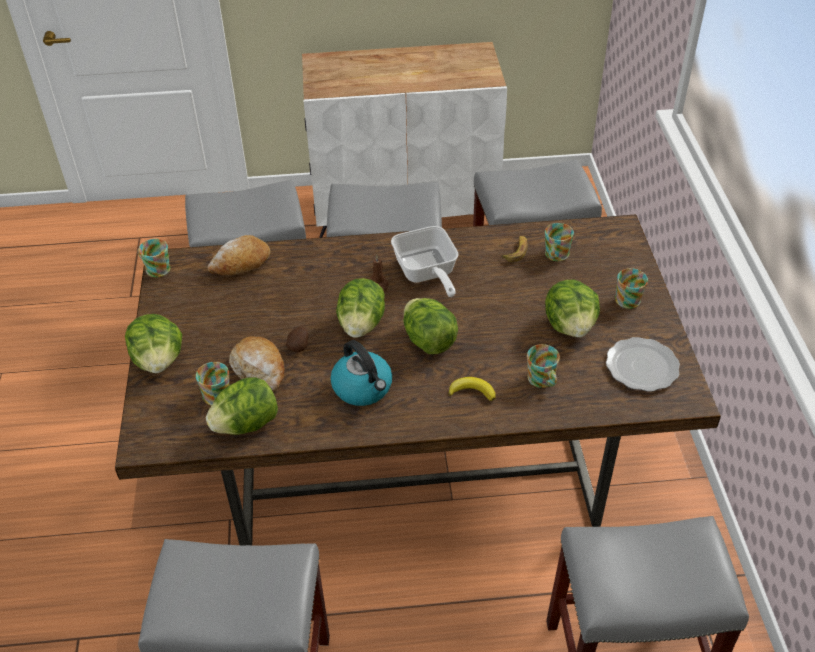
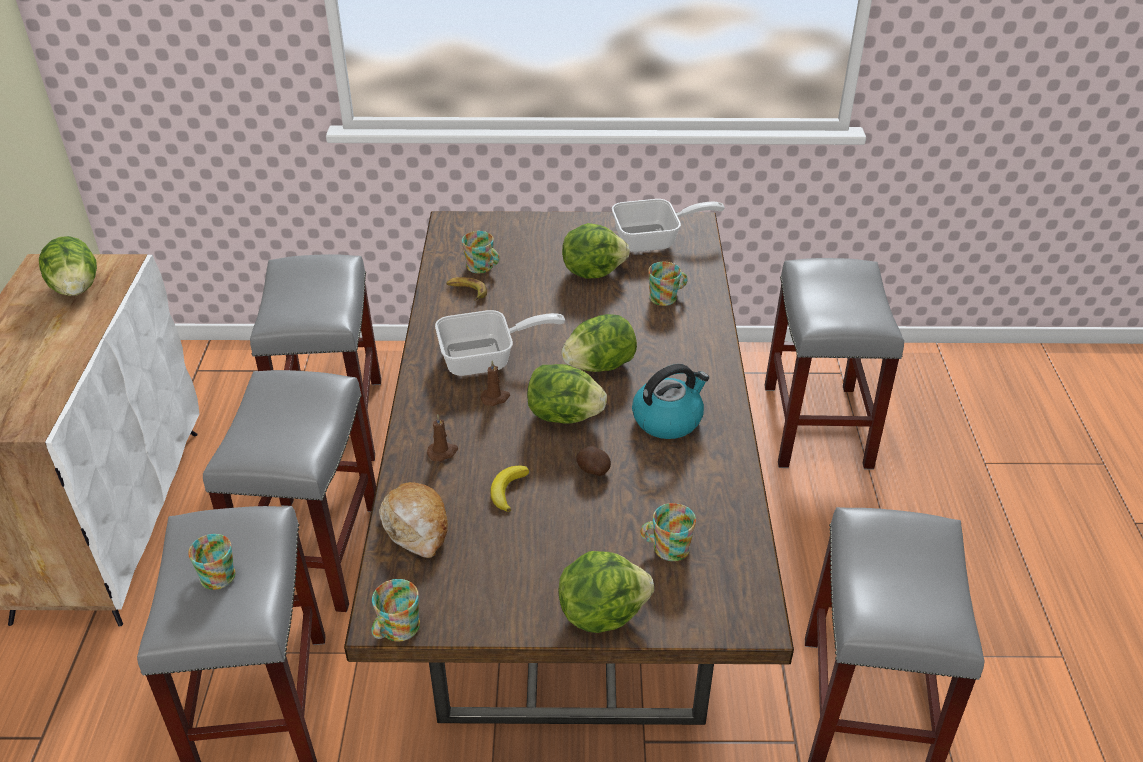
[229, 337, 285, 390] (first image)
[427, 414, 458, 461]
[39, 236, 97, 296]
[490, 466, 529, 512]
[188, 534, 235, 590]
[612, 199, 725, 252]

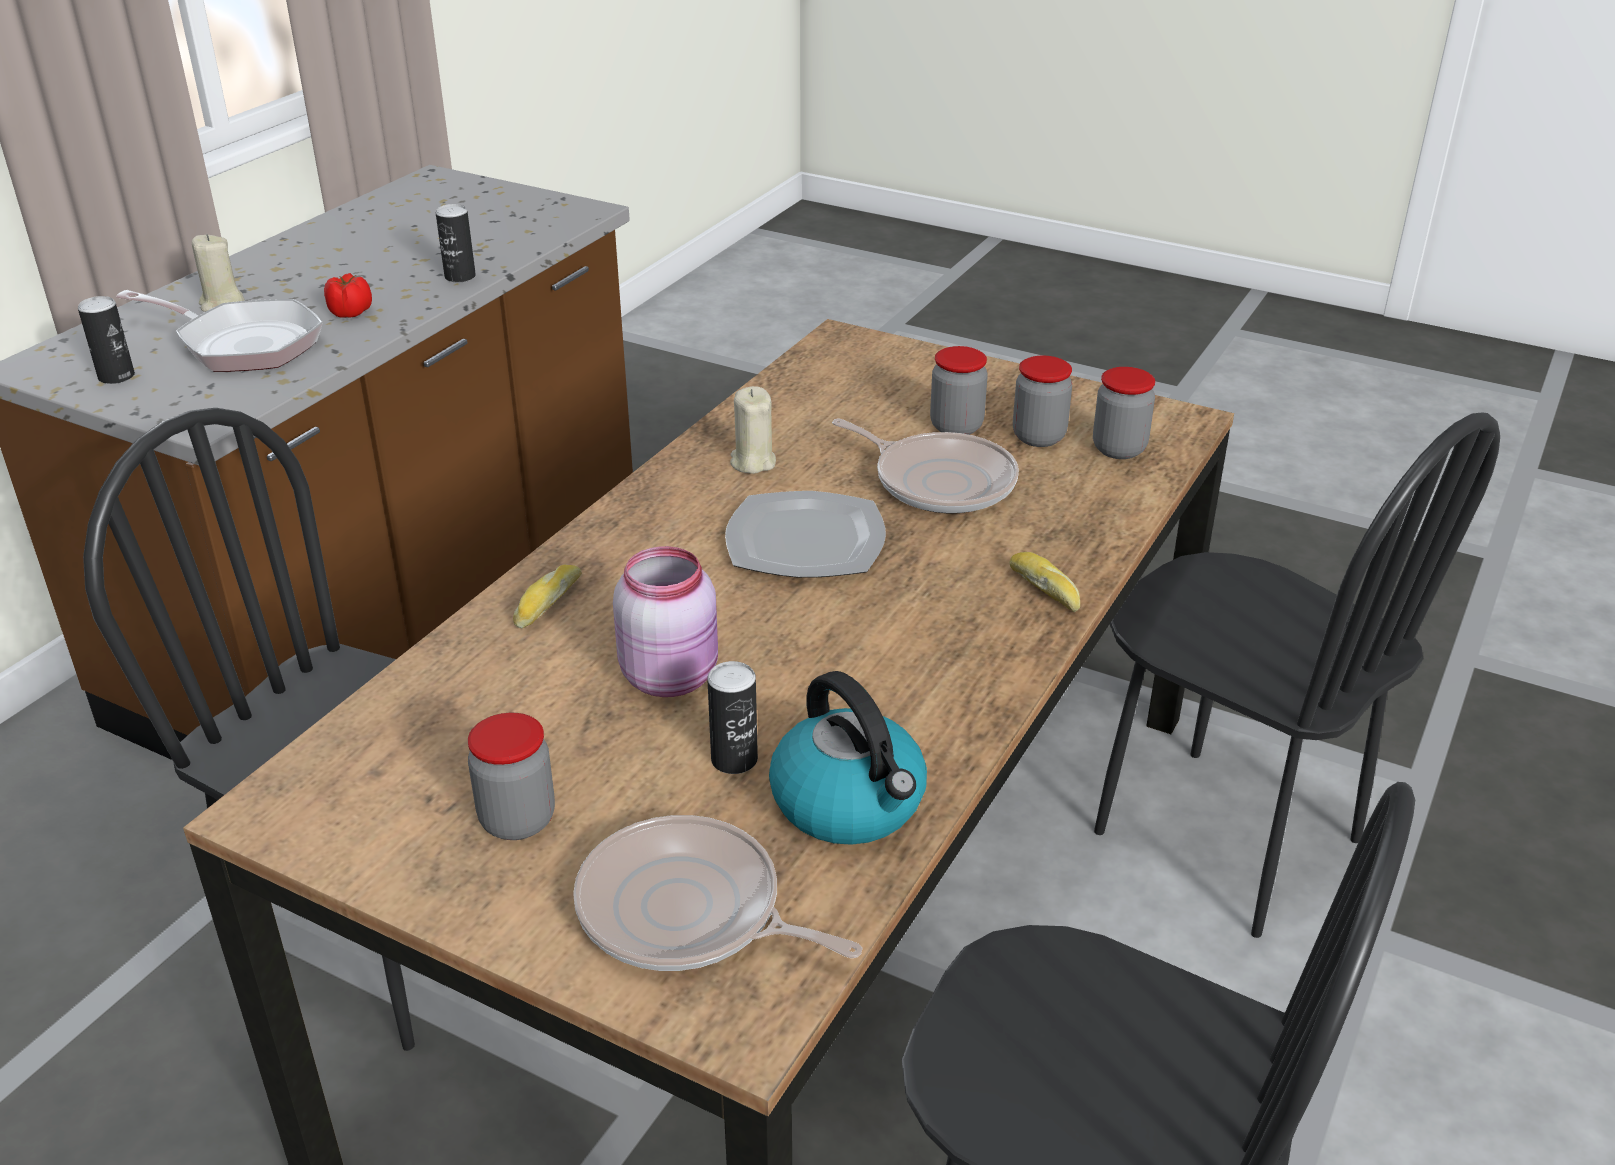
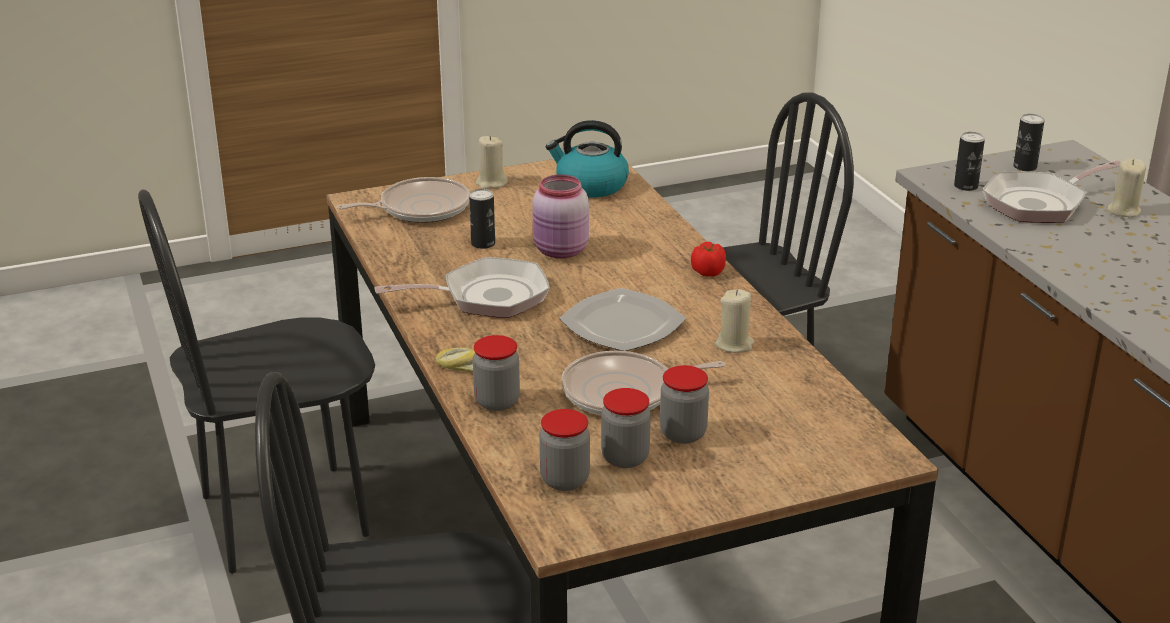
[513, 564, 582, 628] (first image)
[374, 257, 550, 318]
[476, 136, 508, 189]
[691, 242, 726, 276]
[954, 132, 985, 191]
[473, 335, 520, 411]
[546, 120, 629, 198]

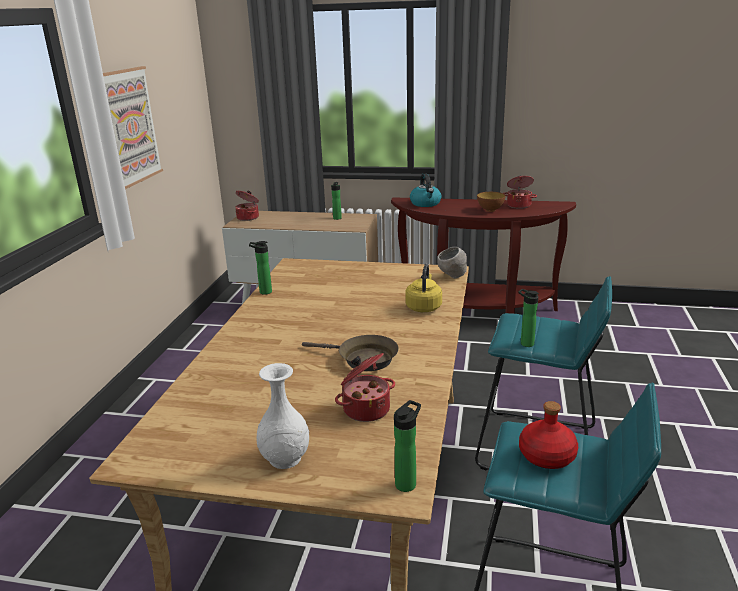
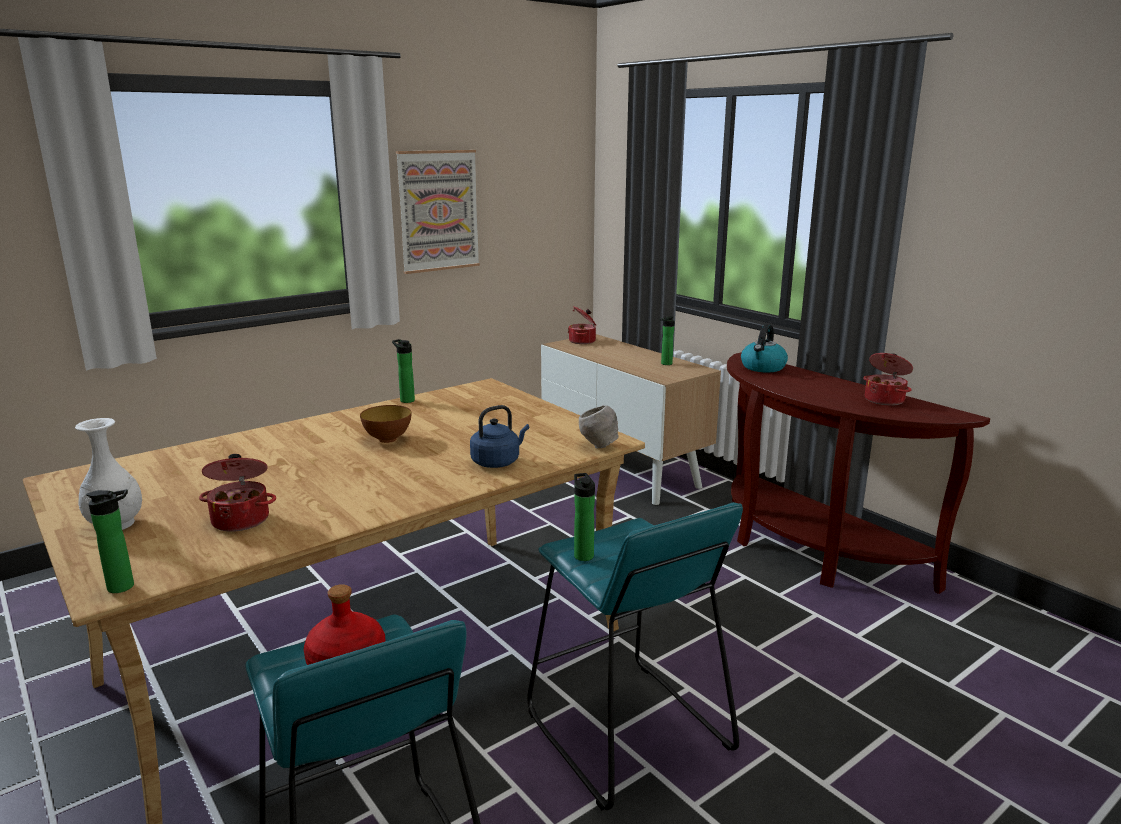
[302, 335, 399, 371] (first image)
[360, 405, 411, 443]
[470, 405, 529, 468]

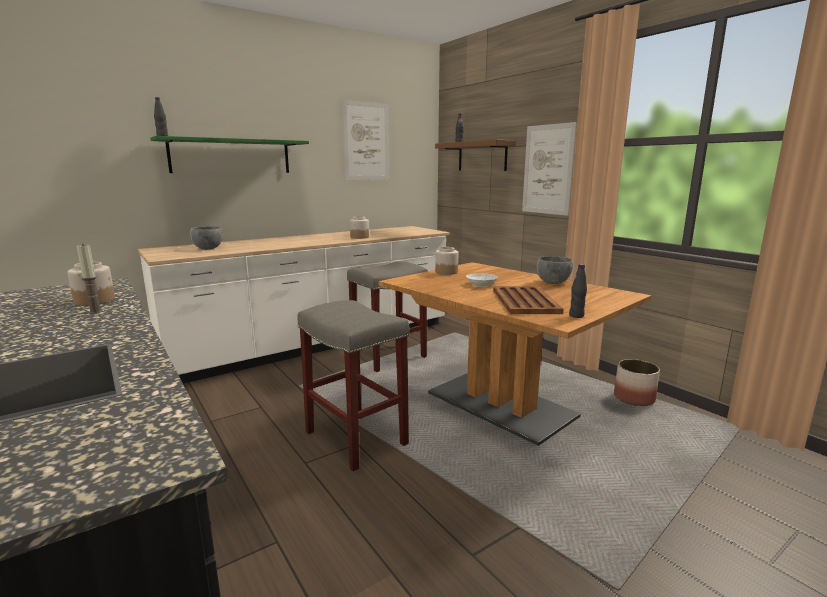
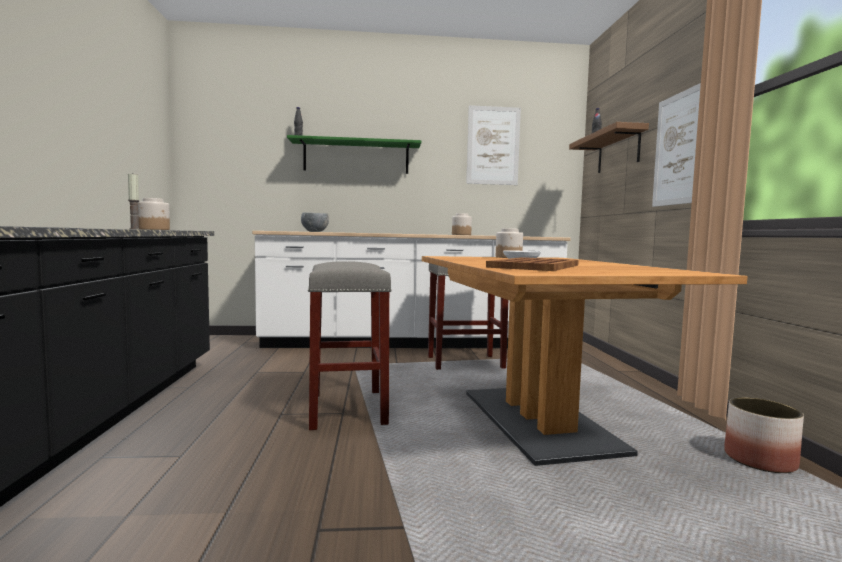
[536, 256, 573, 284] (first image)
[569, 264, 587, 318] (first image)

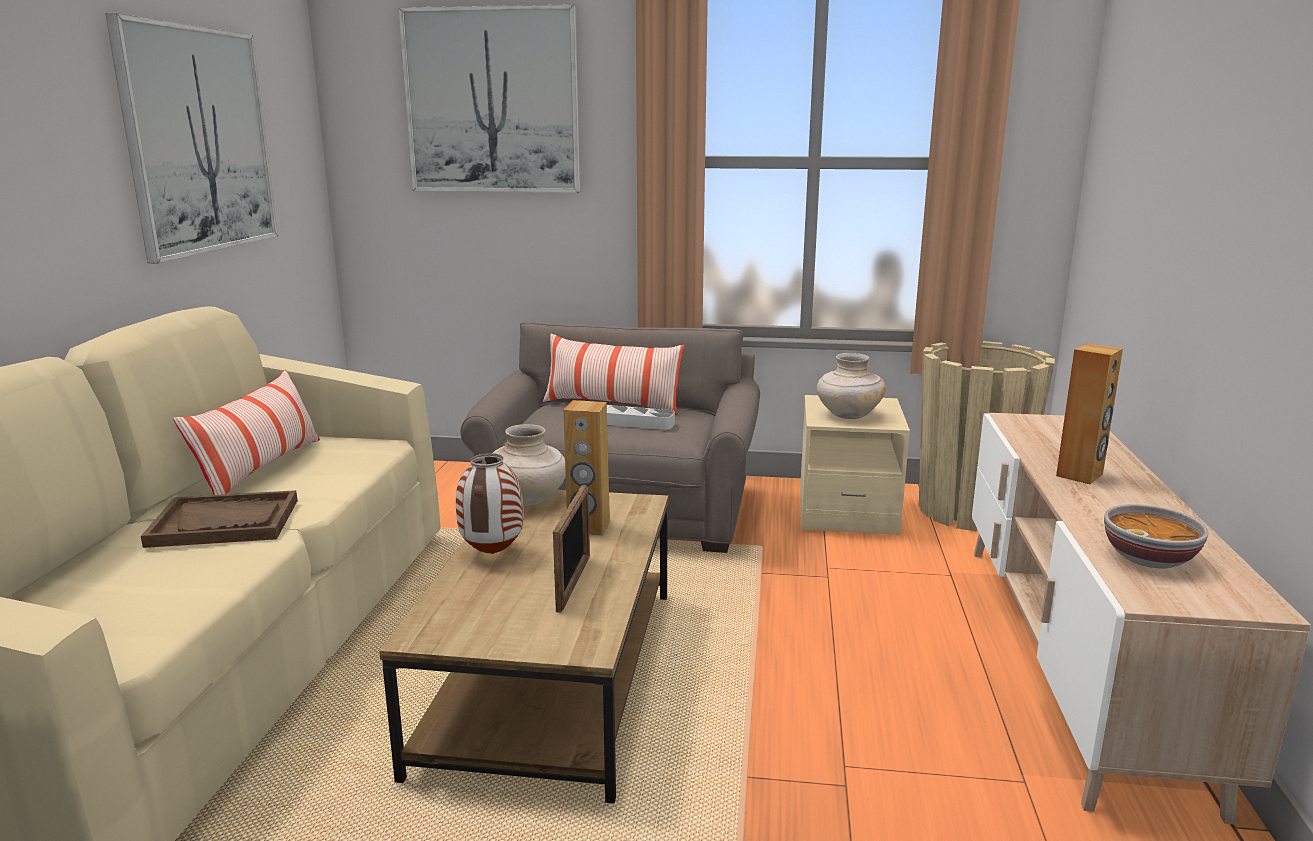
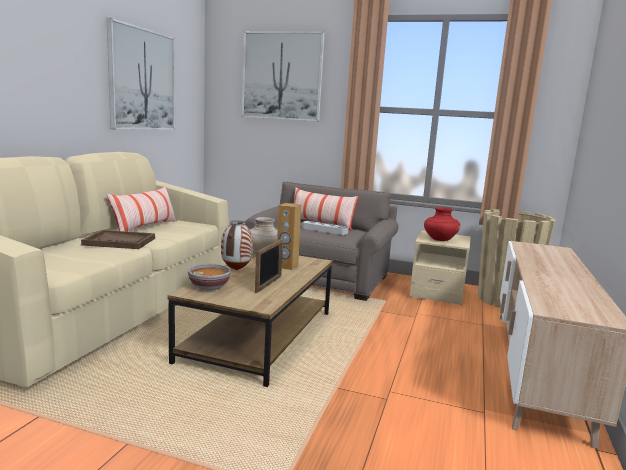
[1056, 343, 1123, 484] (first image)
[188, 264, 231, 290]
[424, 207, 460, 241]

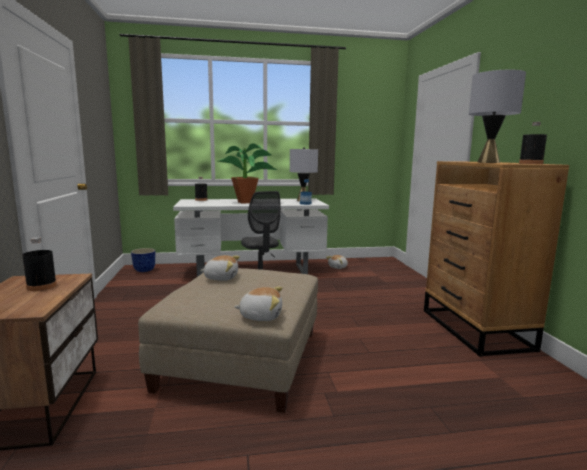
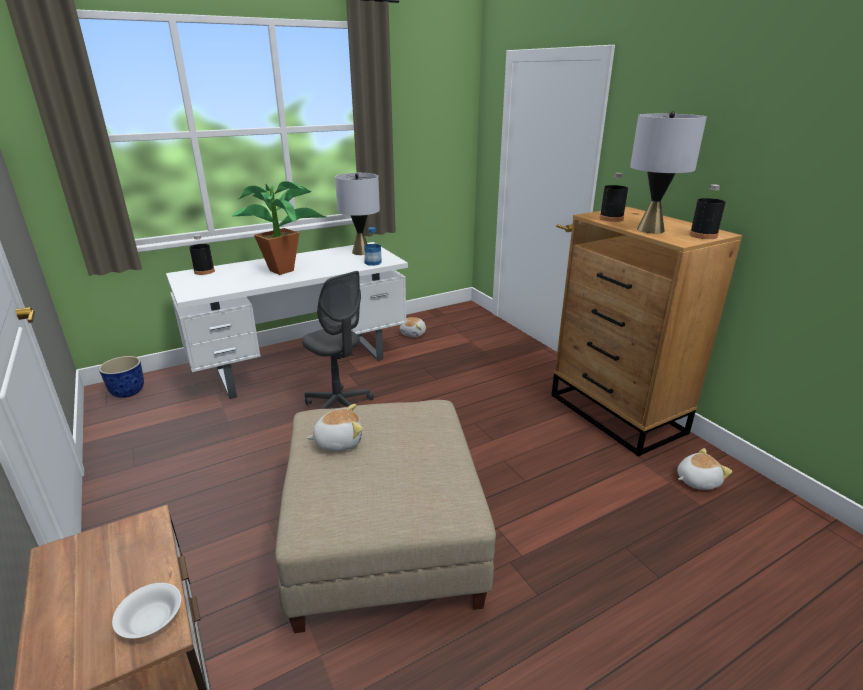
[112, 583, 181, 639]
[600, 173, 628, 222]
[677, 448, 732, 490]

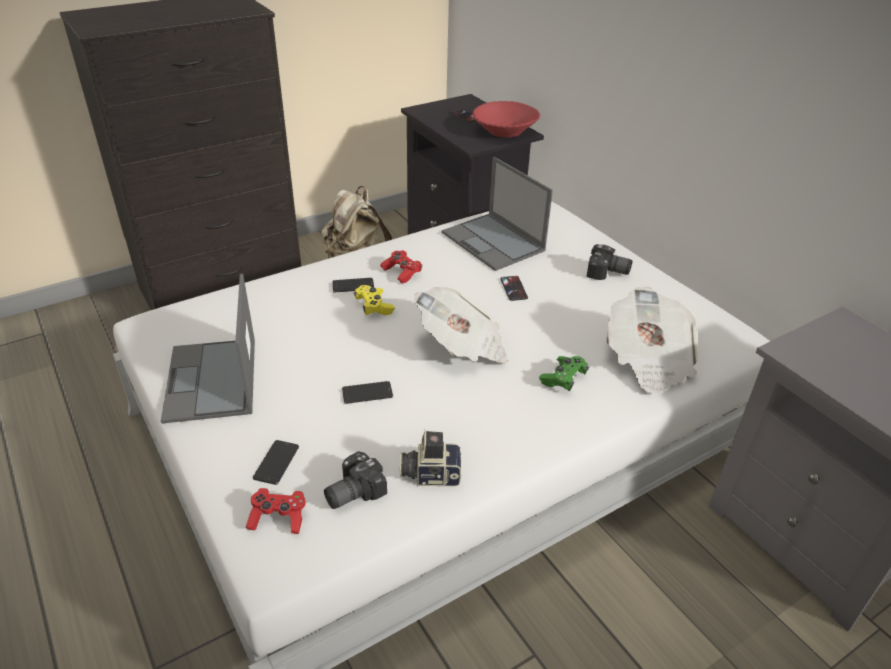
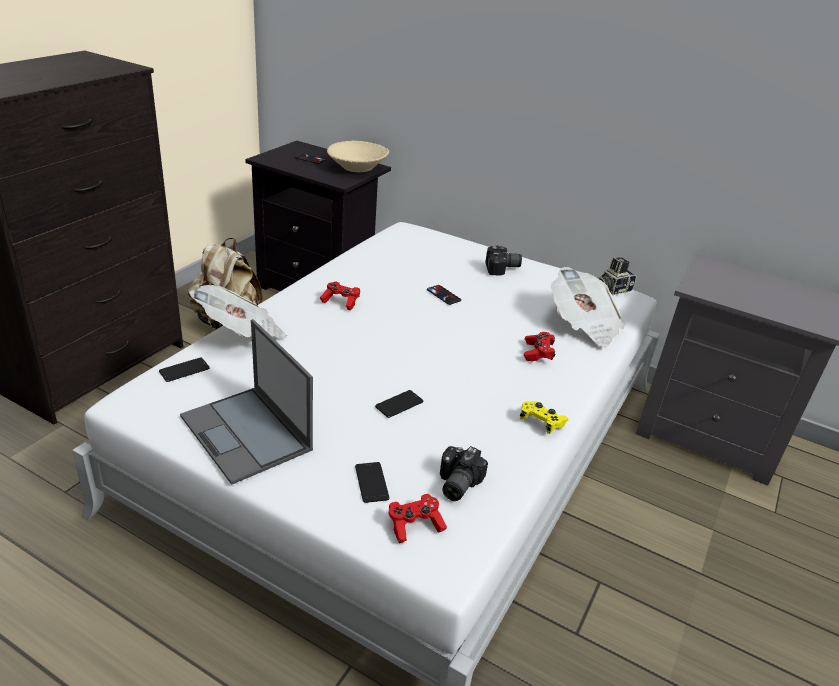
[442, 157, 553, 271] (first image)
[159, 357, 210, 382]
[520, 401, 569, 434]
[598, 257, 637, 295]
[189, 285, 287, 338]
[327, 141, 389, 172]
[524, 332, 555, 362]

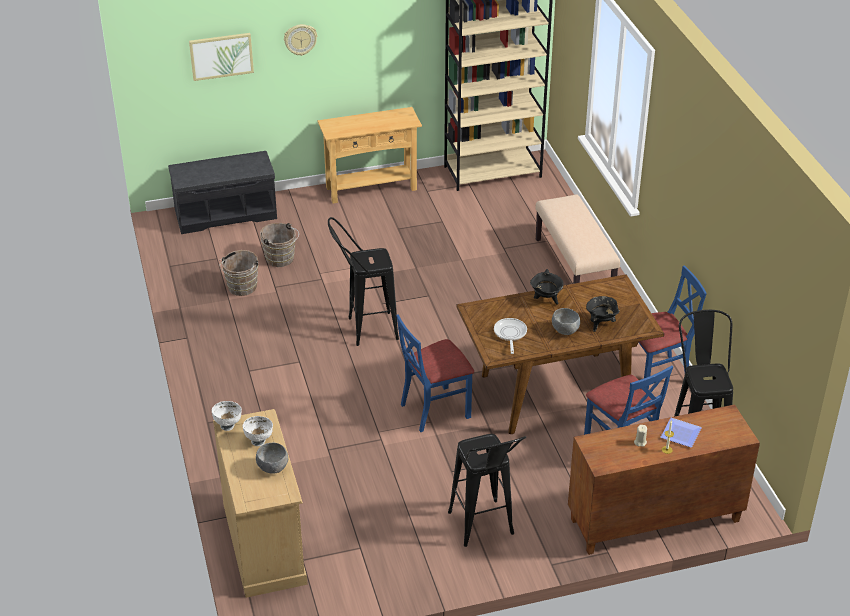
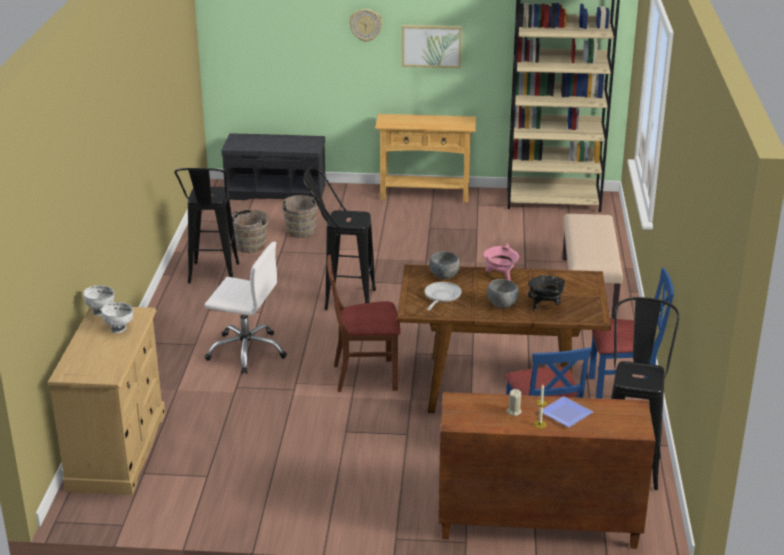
[204, 242, 287, 374]
[402, 25, 462, 68]
[429, 252, 460, 279]
[174, 168, 240, 283]
[327, 255, 401, 392]
[483, 243, 519, 281]

